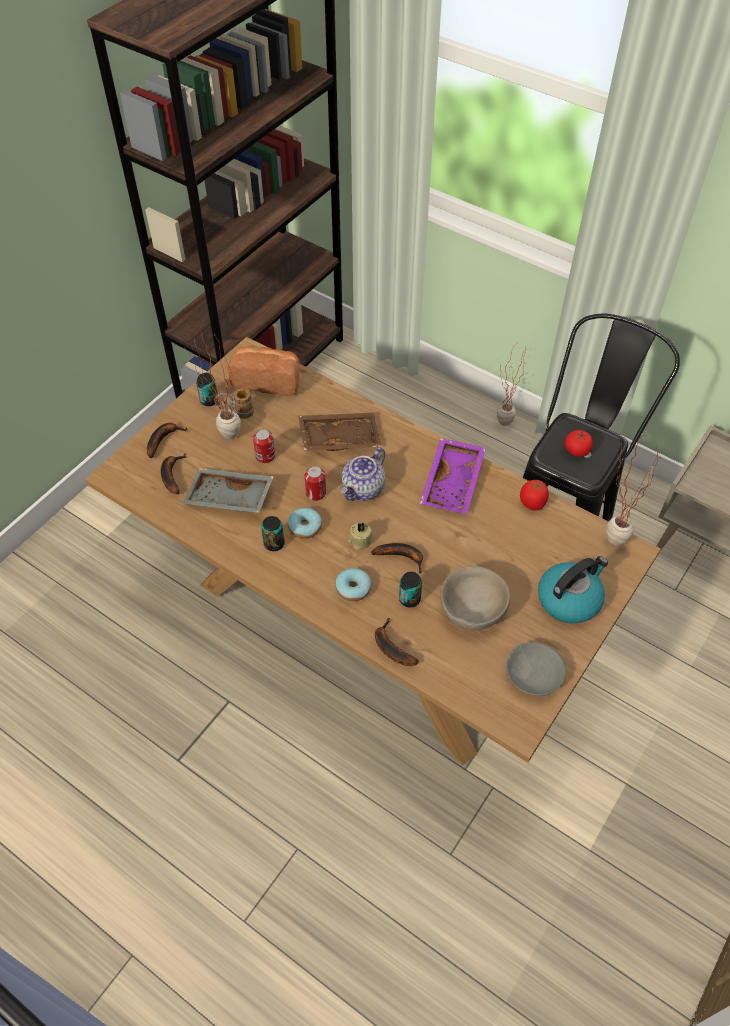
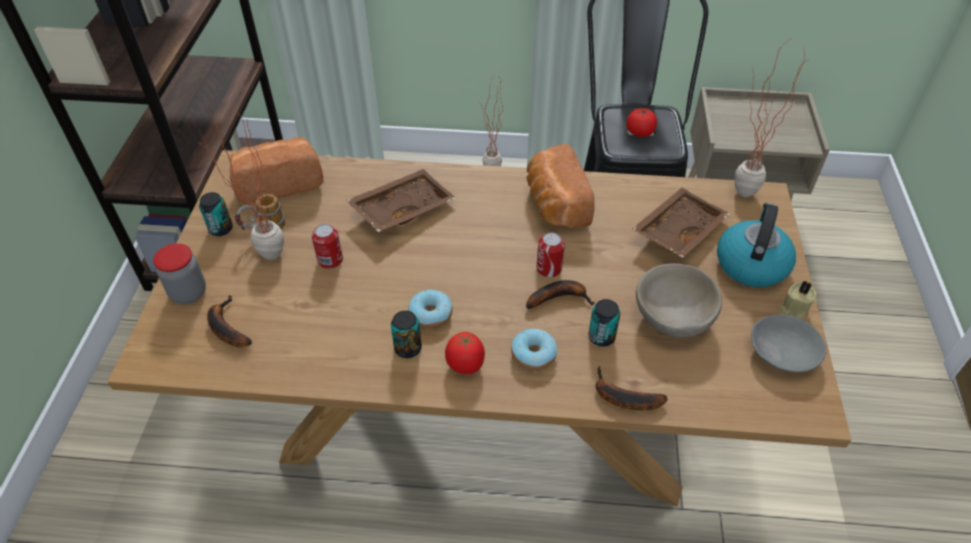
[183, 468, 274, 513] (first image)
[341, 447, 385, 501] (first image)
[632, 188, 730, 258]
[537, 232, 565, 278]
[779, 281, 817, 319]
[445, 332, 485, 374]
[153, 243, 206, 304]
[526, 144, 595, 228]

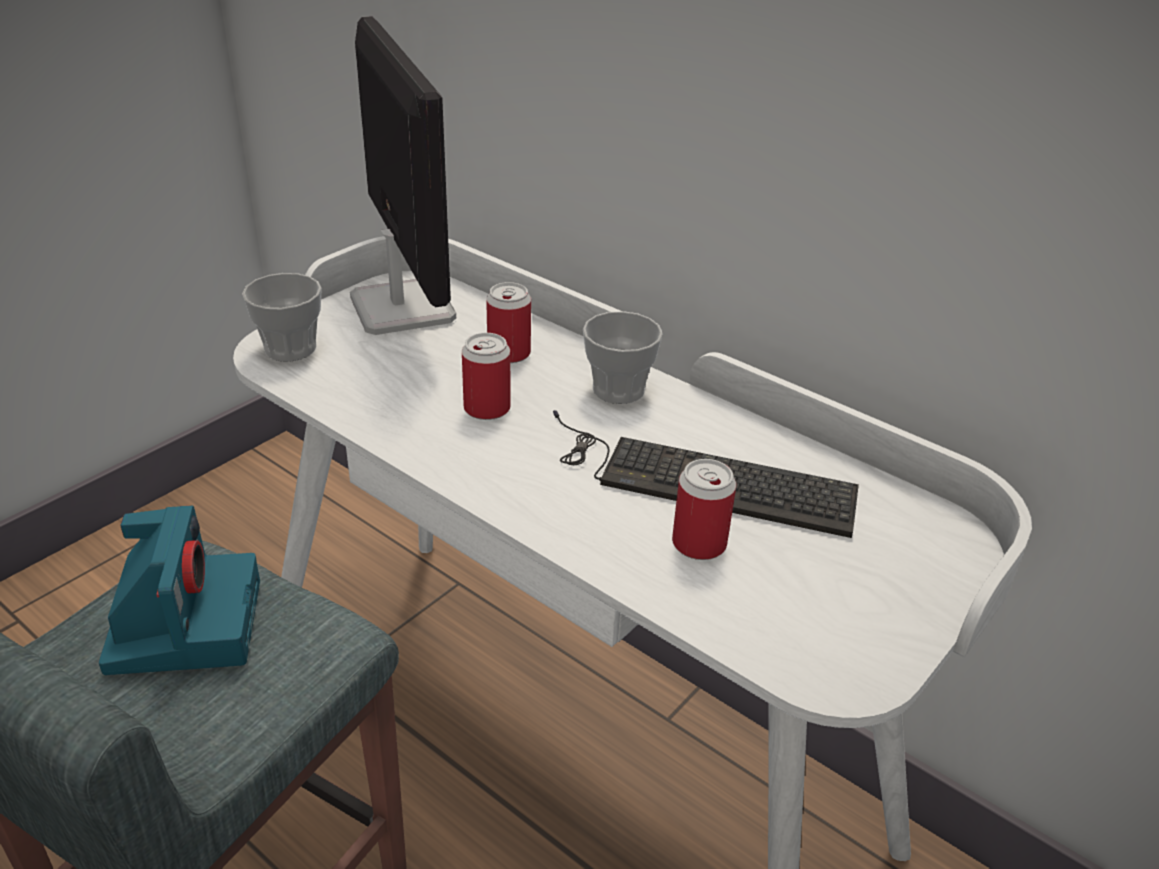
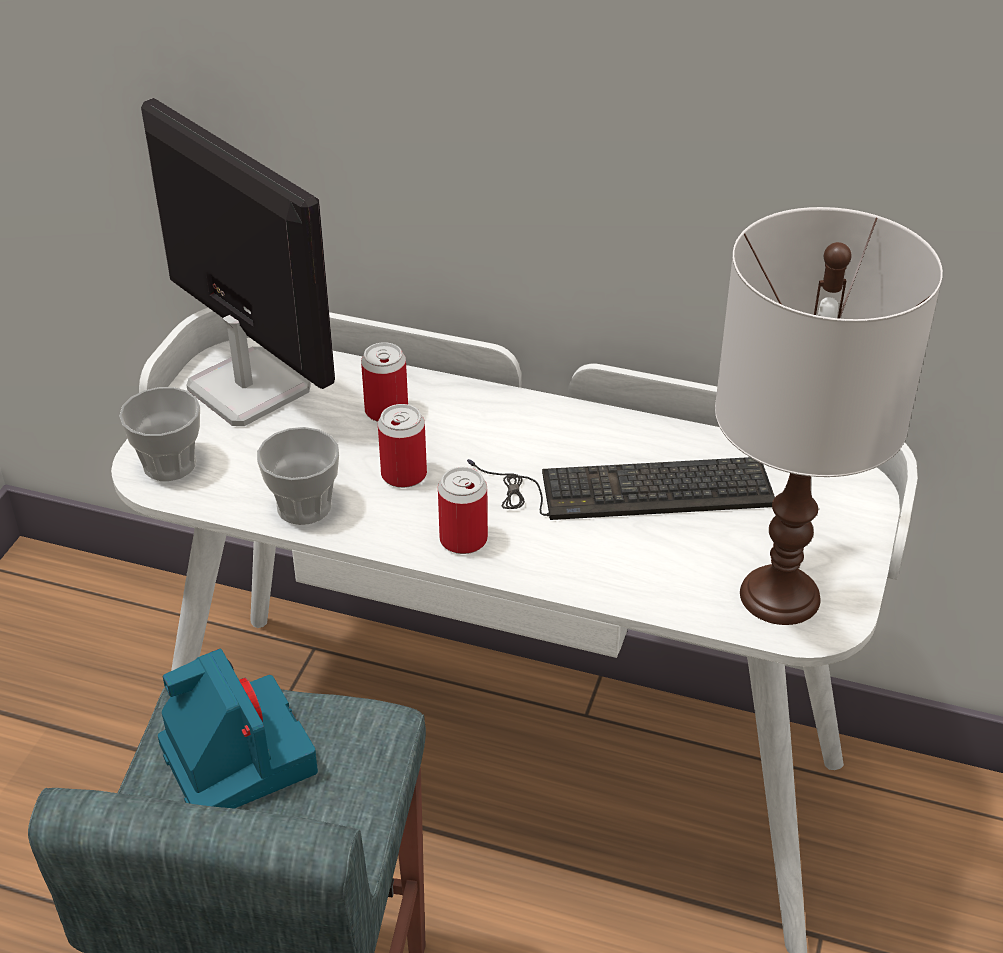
[715, 207, 943, 625]
[257, 427, 339, 525]
[438, 467, 488, 554]

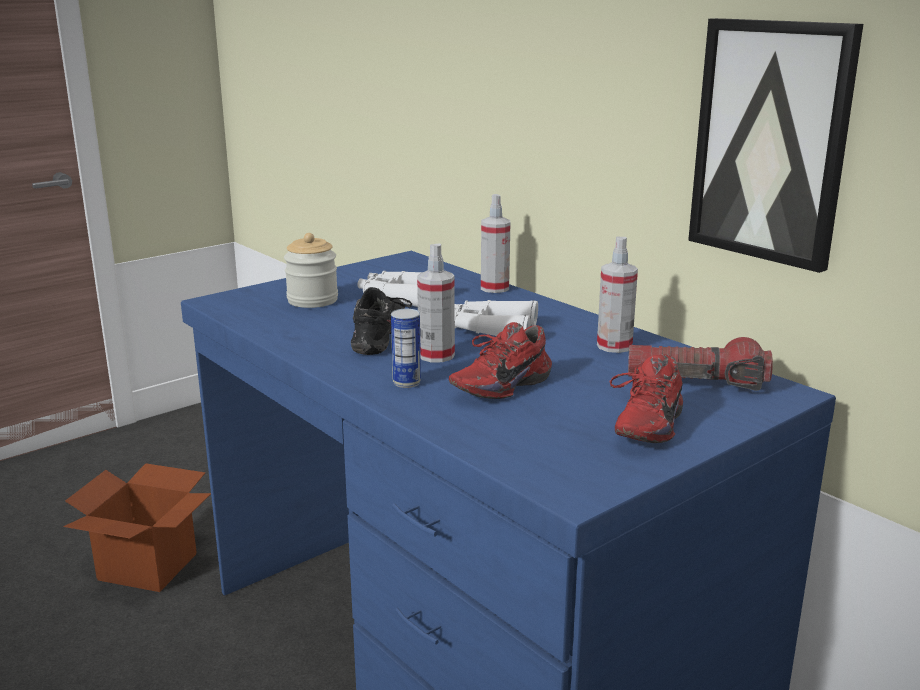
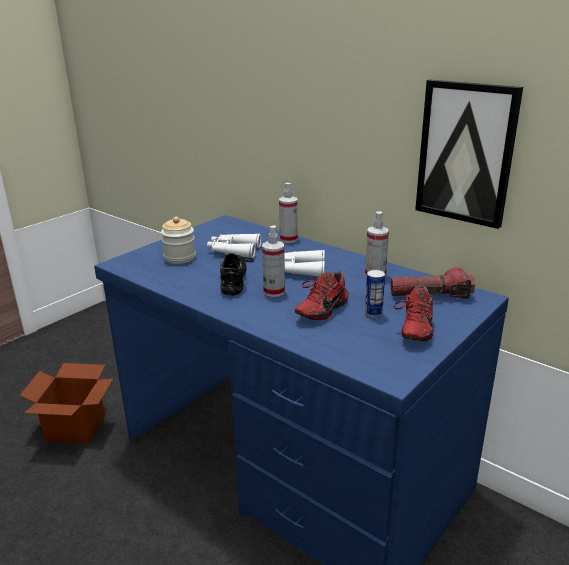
[365, 270, 385, 318]

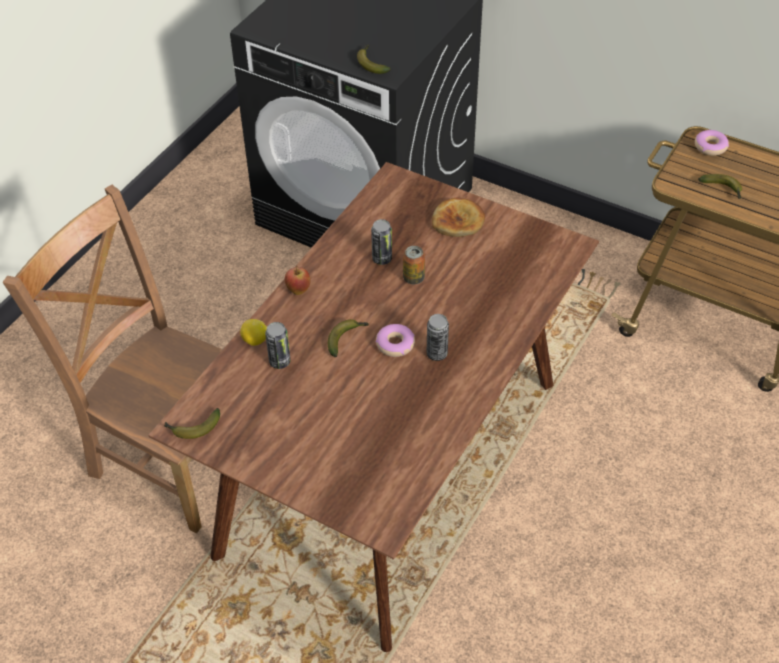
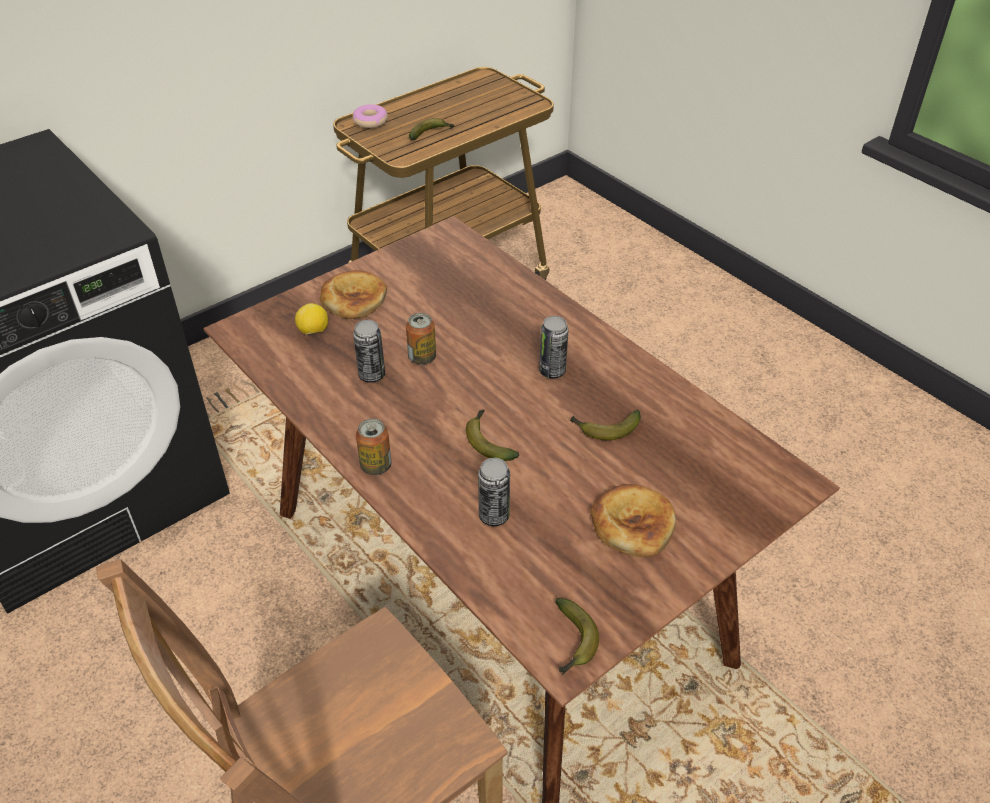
[375, 324, 415, 357] (first image)
[590, 484, 676, 557]
[295, 303, 328, 335]
[570, 410, 641, 440]
[356, 419, 391, 475]

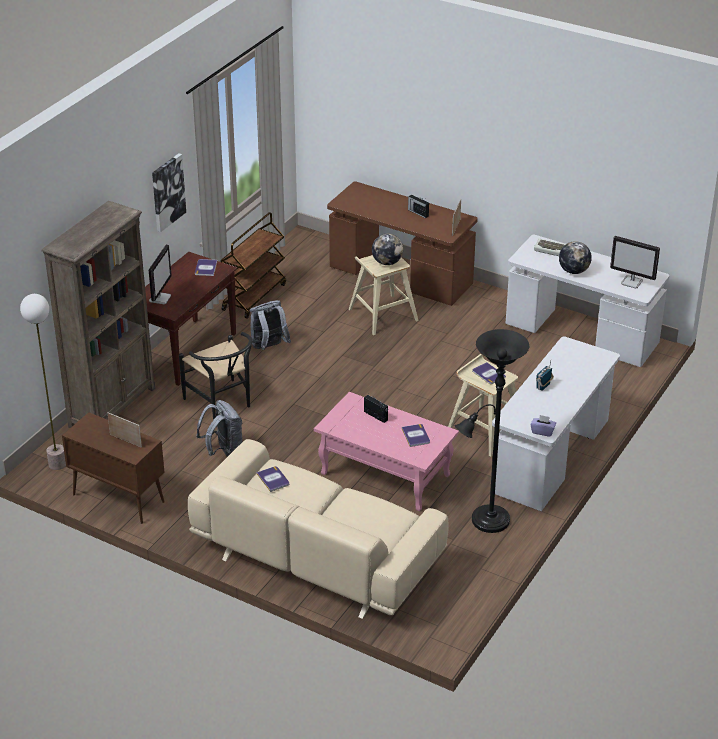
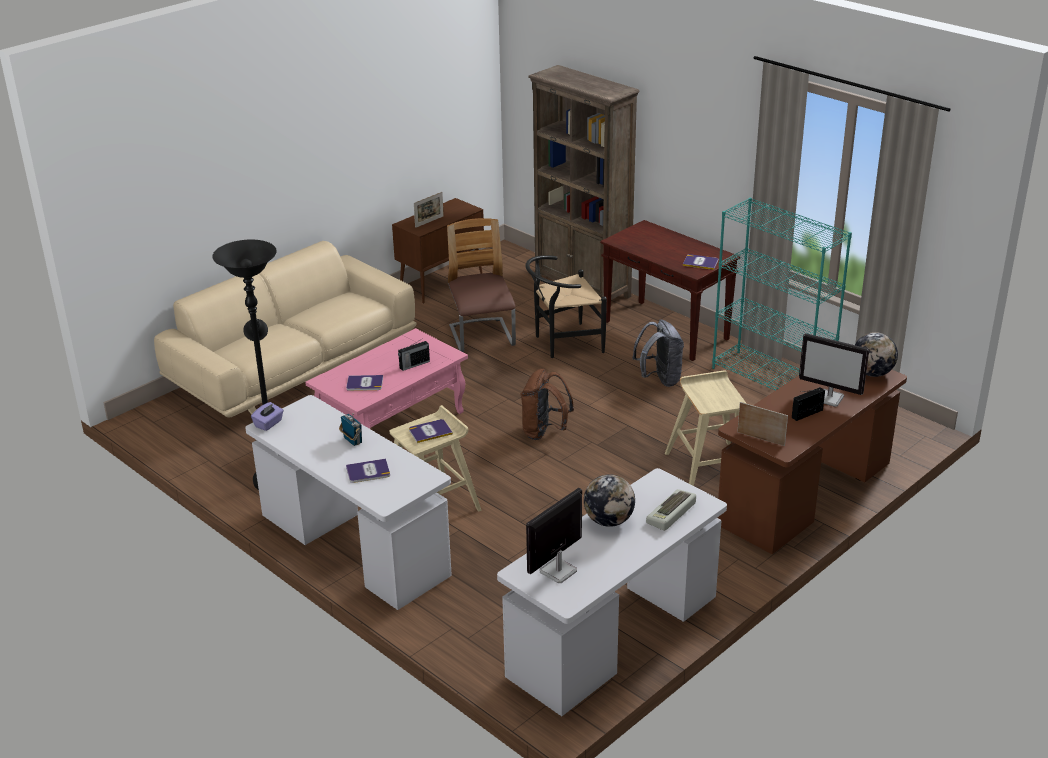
[20, 294, 66, 470] (first image)
[152, 153, 186, 232] (first image)
[521, 368, 574, 440]
[799, 333, 869, 407]
[346, 459, 390, 483]
[855, 332, 898, 377]
[447, 218, 516, 352]
[712, 198, 852, 391]

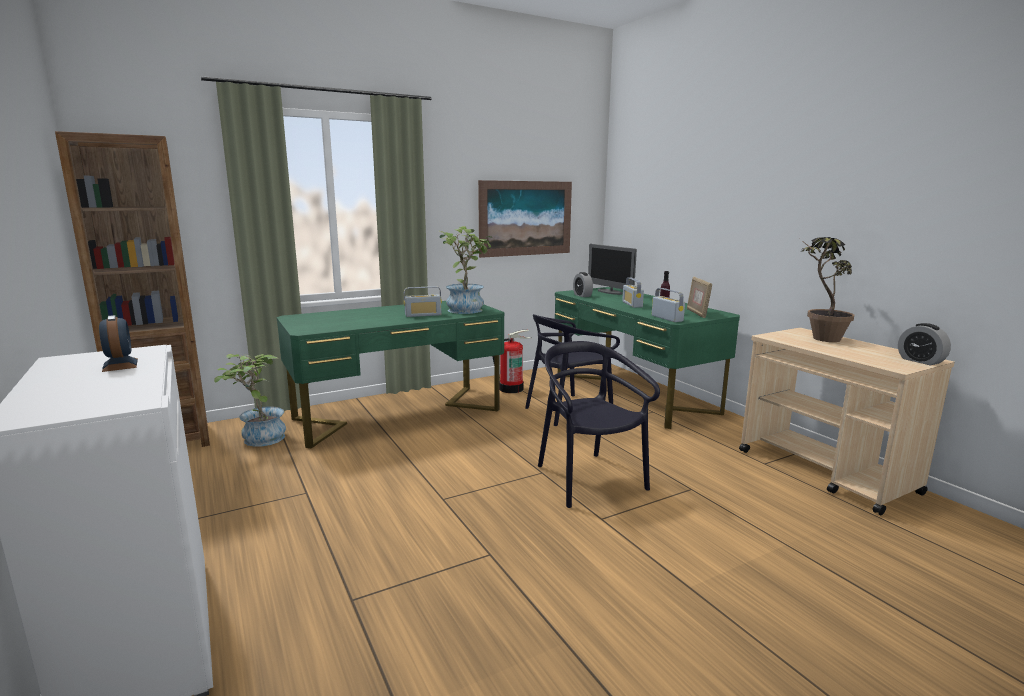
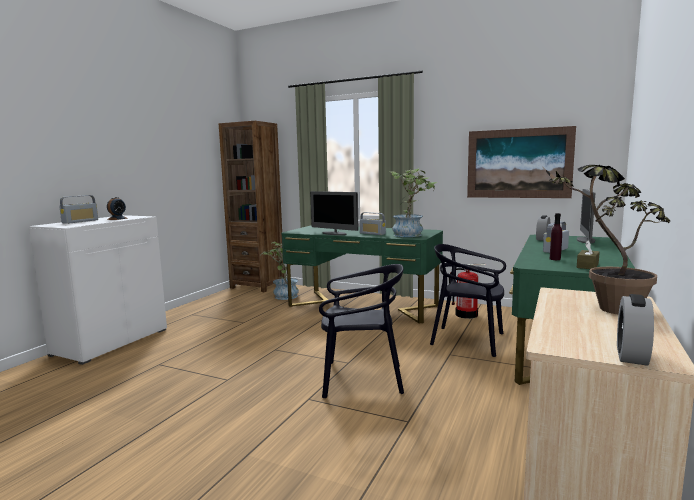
[310, 191, 358, 235]
[59, 195, 98, 224]
[577, 240, 600, 269]
[319, 264, 404, 398]

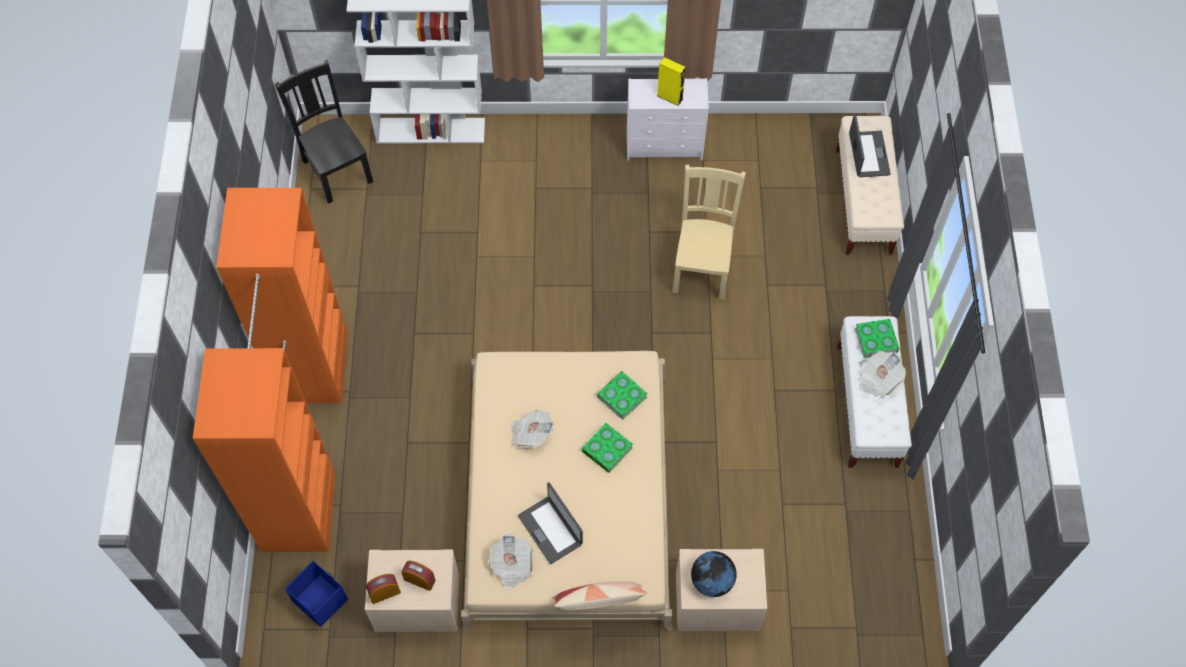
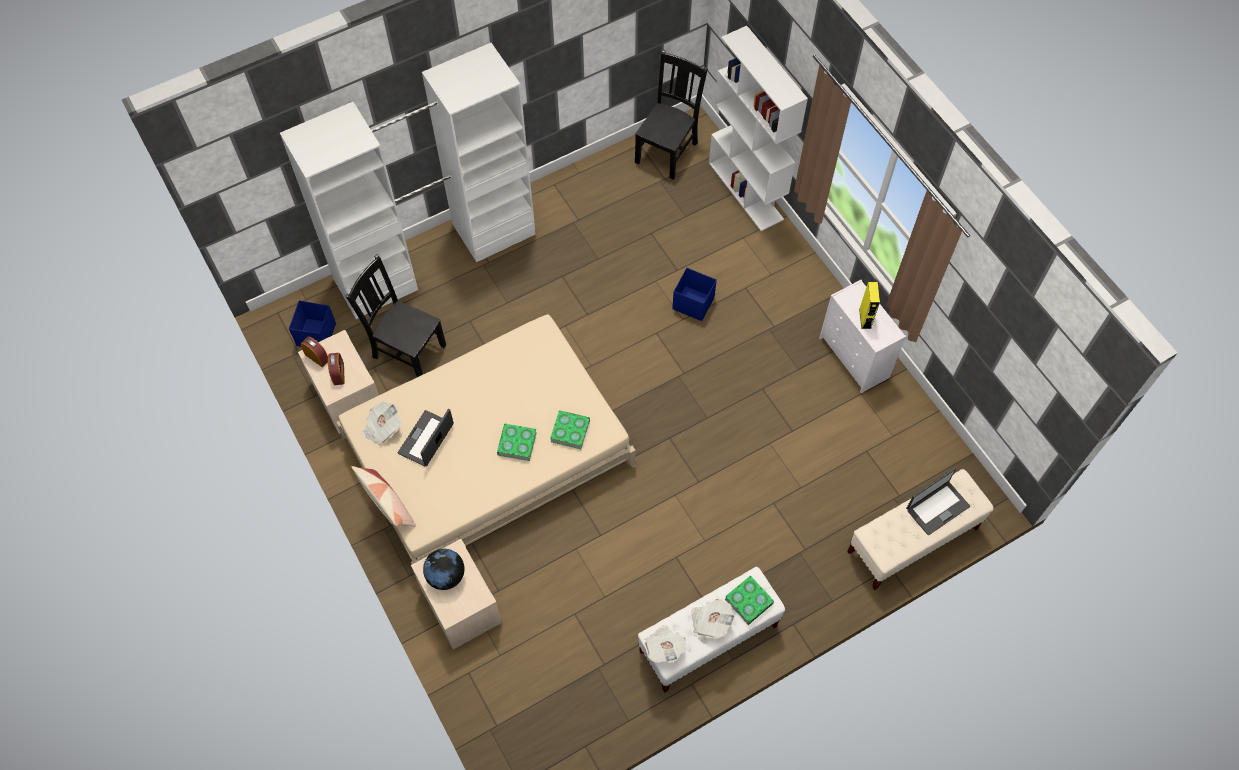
[672, 165, 746, 300] (first image)
[346, 255, 446, 377]
[672, 268, 717, 321]
[644, 625, 687, 663]
[280, 43, 536, 319]

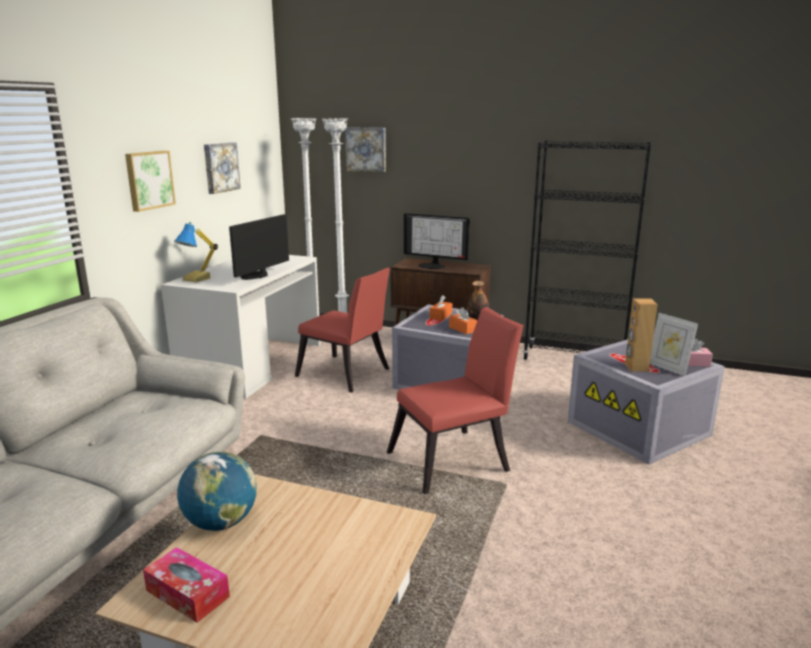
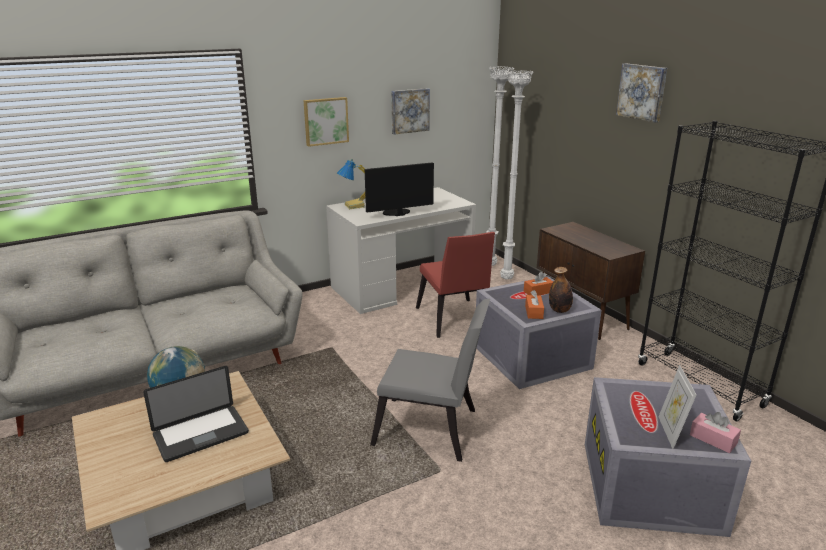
[143, 547, 230, 623] (first image)
[404, 213, 470, 269] (first image)
[625, 298, 658, 372] (first image)
[143, 366, 249, 462]
[616, 63, 667, 123]
[370, 299, 490, 462]

